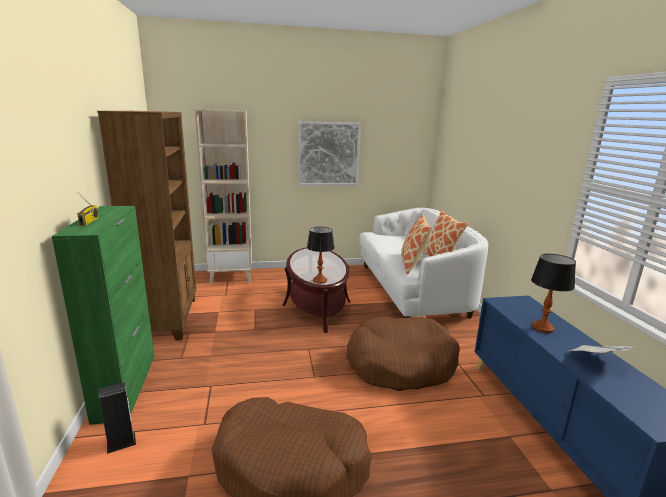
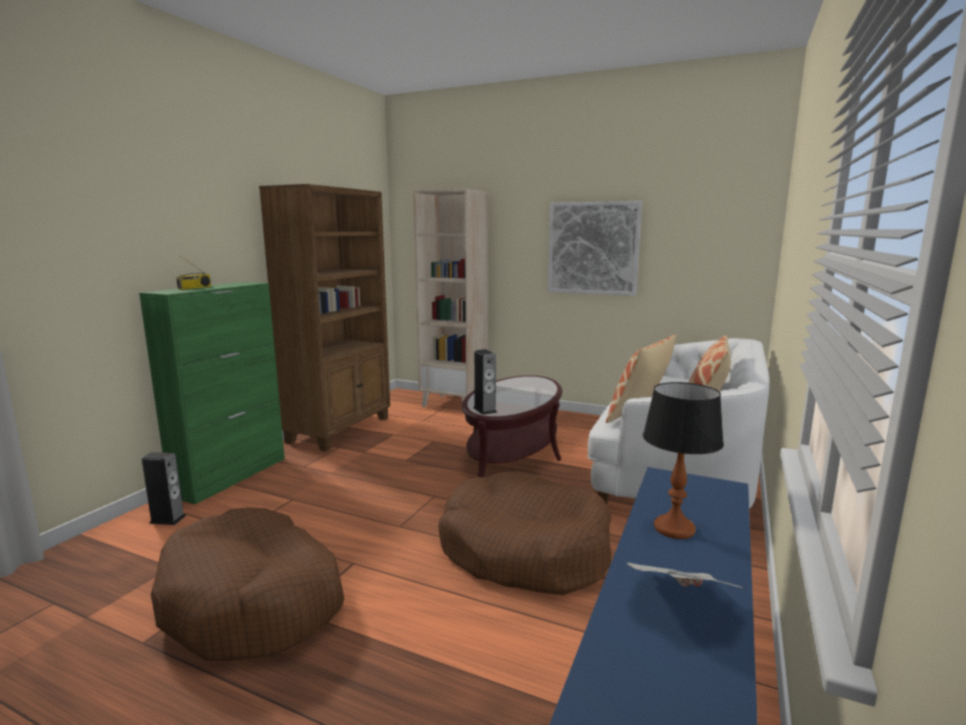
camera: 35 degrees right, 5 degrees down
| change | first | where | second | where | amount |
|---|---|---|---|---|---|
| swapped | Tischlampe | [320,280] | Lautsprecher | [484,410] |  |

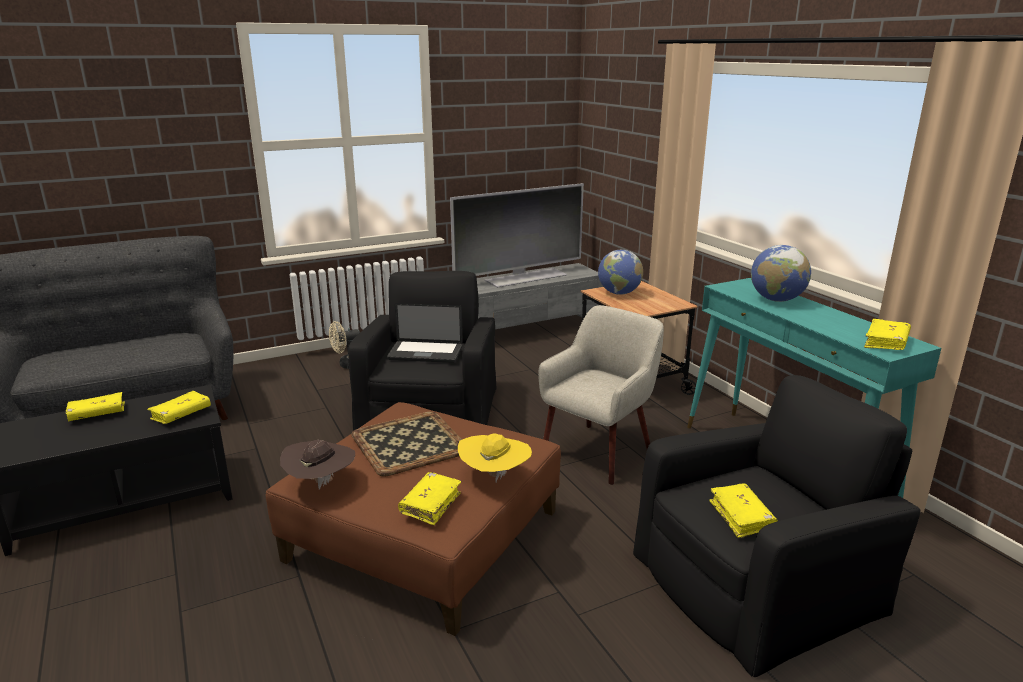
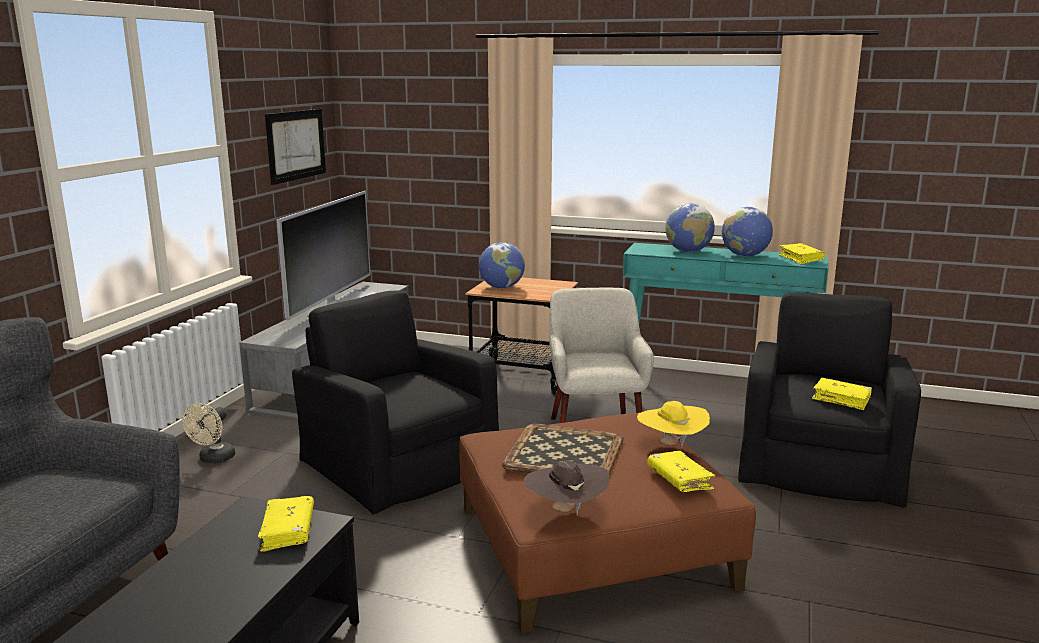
camera: 45 degrees left, 5 degrees down
| change | first | where | second | where | amount |
|---|---|---|---|---|---|
| new |  |  | Bild | [296,145] |  |
| new |  |  | Globus | [745,256] |  |
| gone | Buch/gelb | [97,414] |  |  |  |
| gone | Laptop | [425,353] |  |  |  |

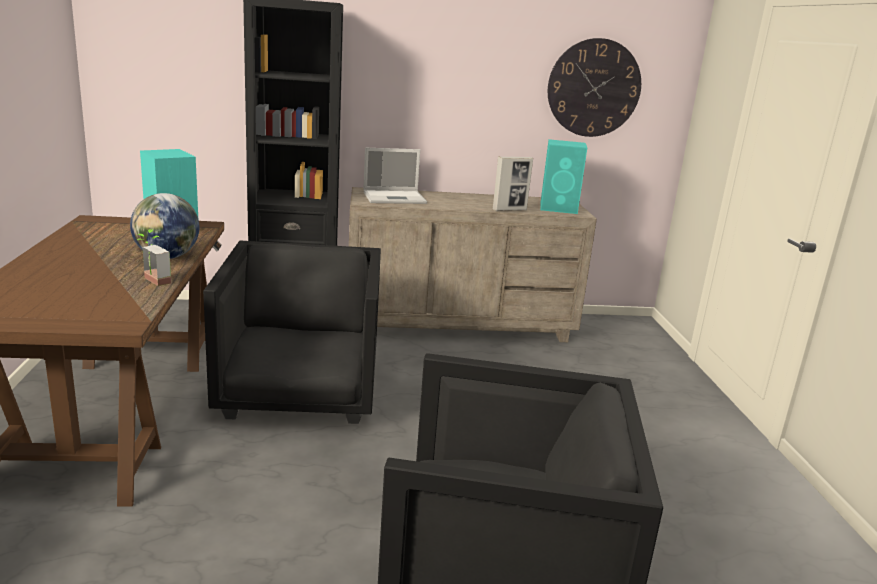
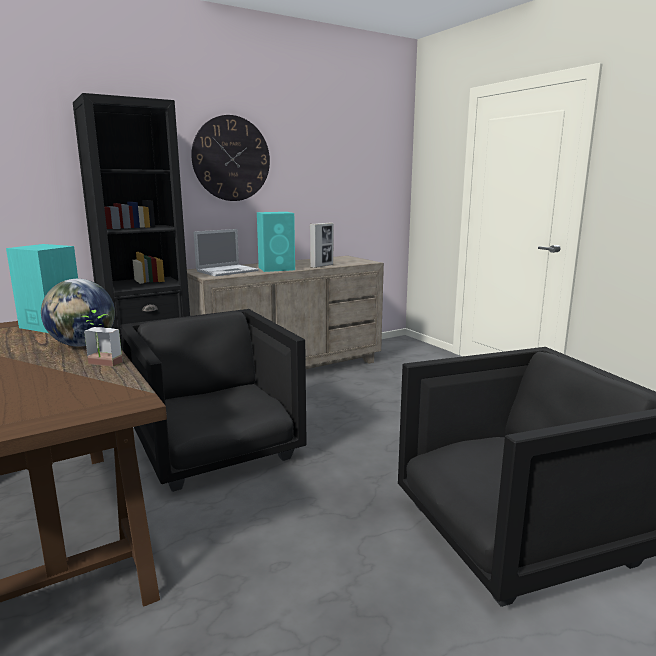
camera: 25 degrees left, 5 degrees down
| change | first | where | second | where | amount |
|---|---|---|---|---|---|
| shifted | Wanduhr | [594,88] |  | [231,158] |  |
| shifted | Lautsprecher/türkis | [559,208] |  | [277,268] |  |

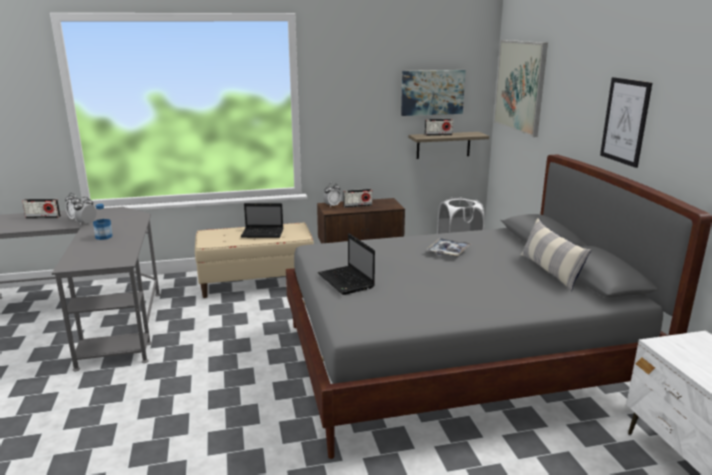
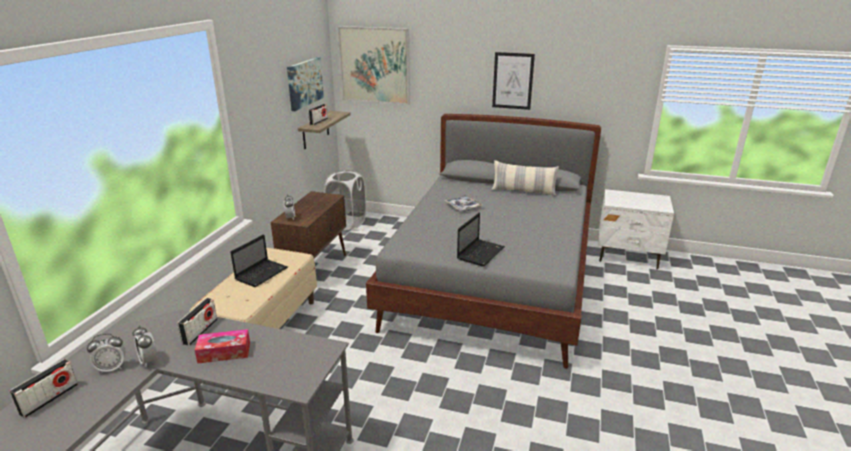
camera: 60 degrees left, 5 degrees up
| change | first | where | second | where | amount |
|---|---|---|---|---|---|
| shifted | Radio | [357,206] |  | [200,331] |  |
| swapped | Flasche | [104,237] | Taschentuchbox | [224,352] |  |
| rotated | Laptop | [346,281] |  | [481,253] | 60 degrees counterclockwise |

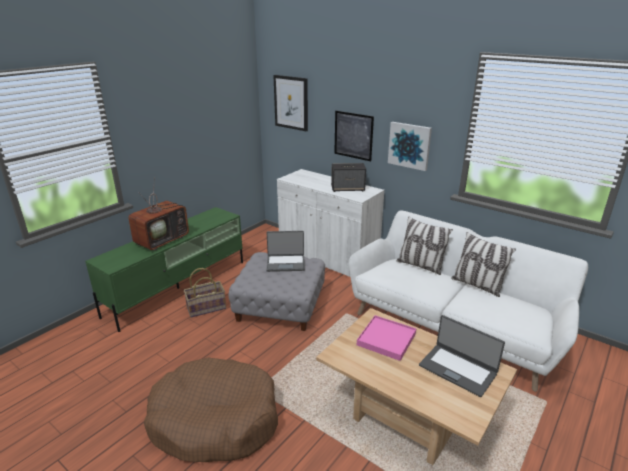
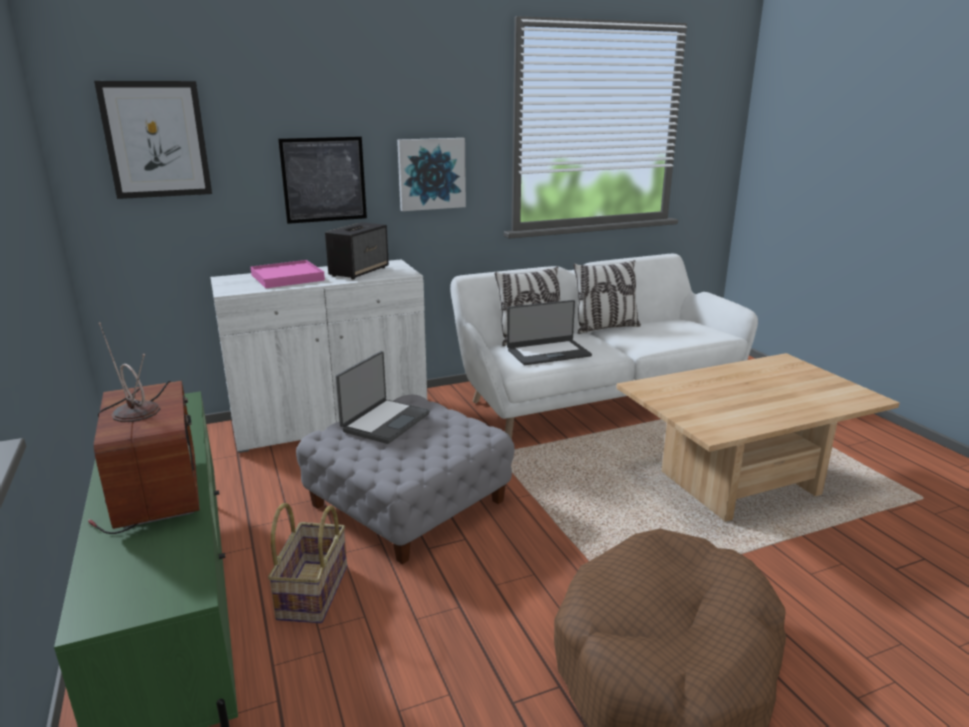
camera: 60 degrees left, 5 degrees down
| change | first | where | second | where | amount |
|---|---|---|---|---|---|
| shifted | Tablett/rosa | [386,339] |  | [287,277] |  |
| shifted | Laptop | [458,369] |  | [548,352] |  |

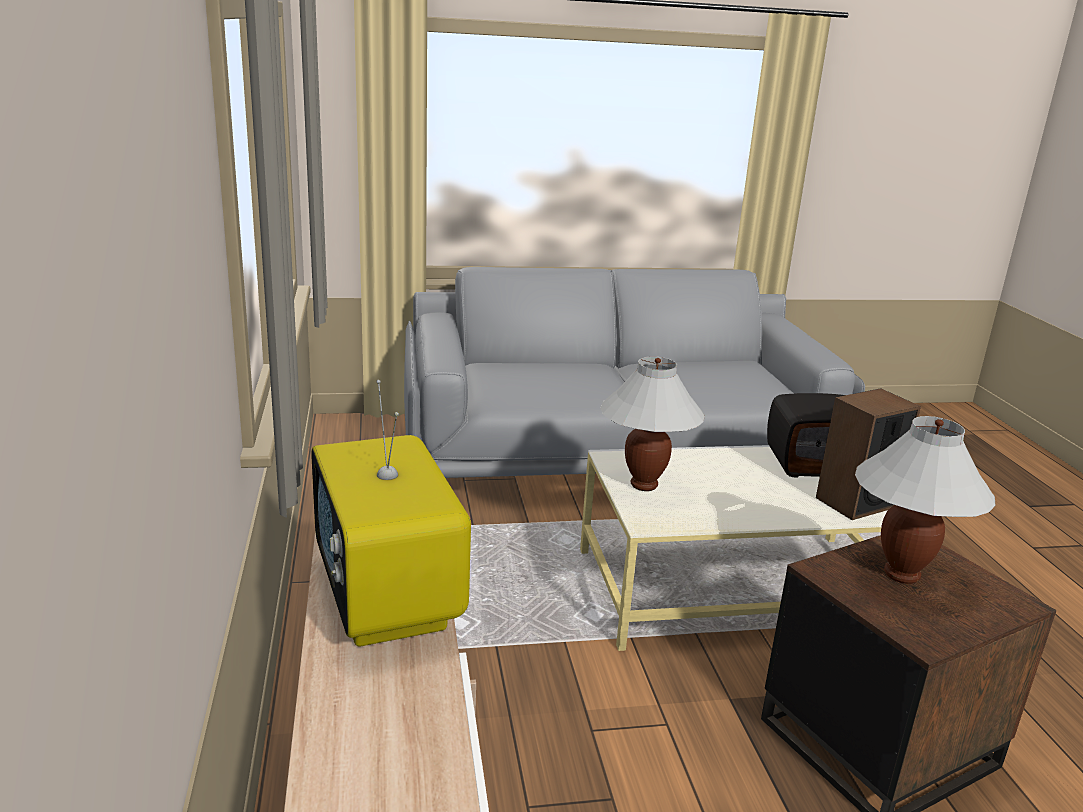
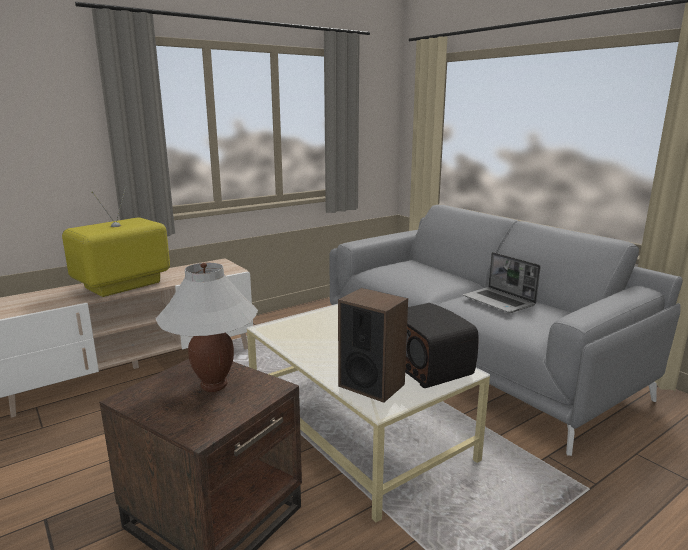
camera: 65 degrees right, 5 degrees down
| change | first | where | second | where | amount |
|---|---|---|---|---|---|
| new |  |  | Laptop | [499,301] |  |
| gone | Tischlampe/weiß | [644,485] |  |  |  |

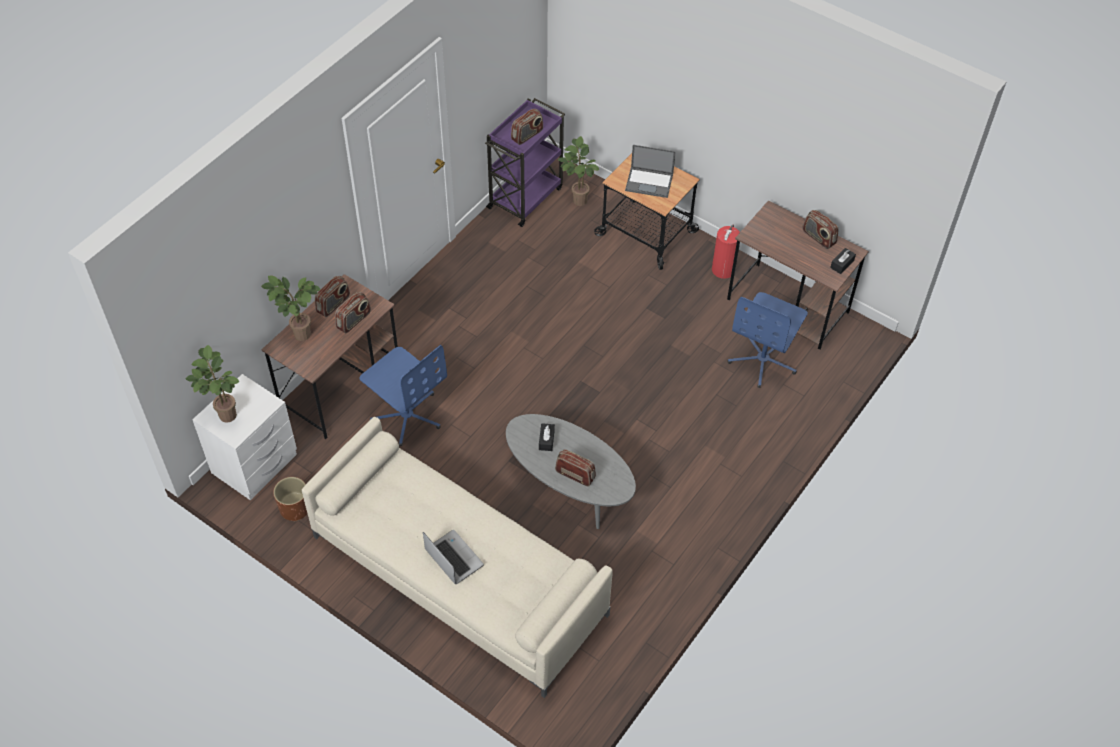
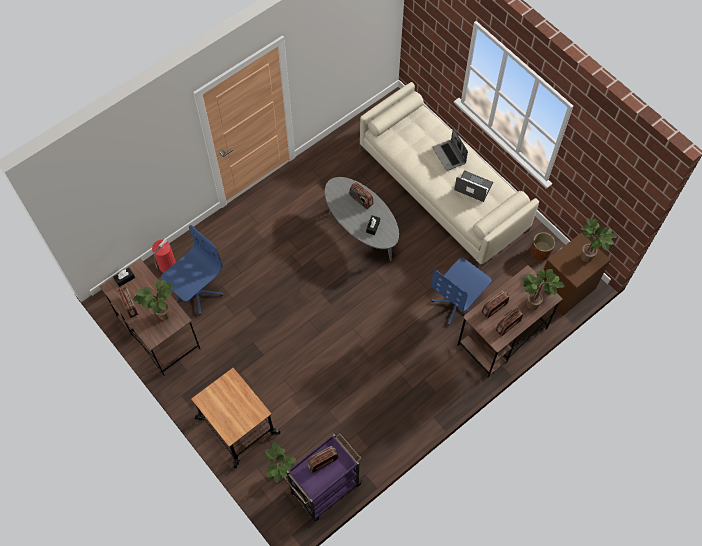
camera: 165 degrees left, 10 degrees up
| change | first | where | second | where | amount |
|---|---|---|---|---|---|
| new |  |  | Topfpflanze | [163,316] |  |
| shifted | Feuerlöscher | [723,268] |  | [167,266] |  |
| rotated | Bürostuhl/blau | [407,415] |  | [458,303] | 105 degrees counterclockwise |
| shifted | Laptop | [650,182] |  | [473,186] |  |
| repainted | Nachttisch/weiß | [255,464] | Nachttisch/braun | [565,288] |  |

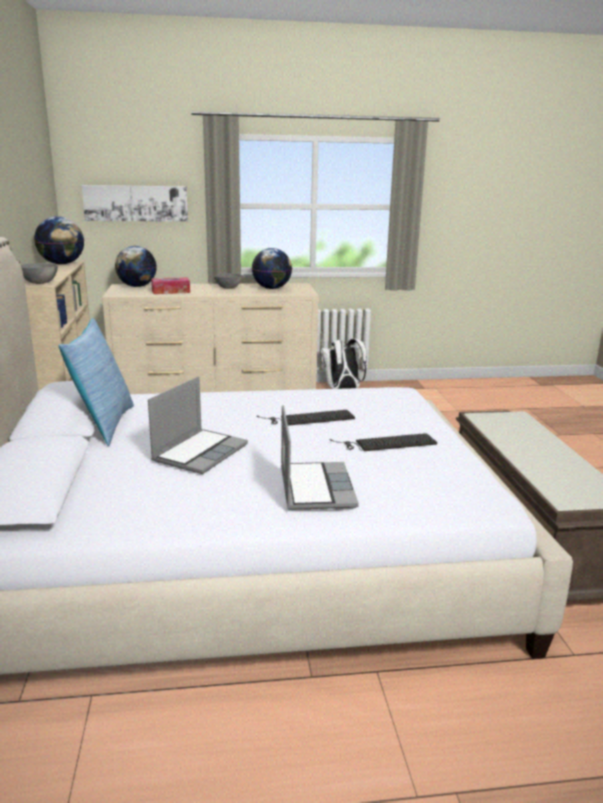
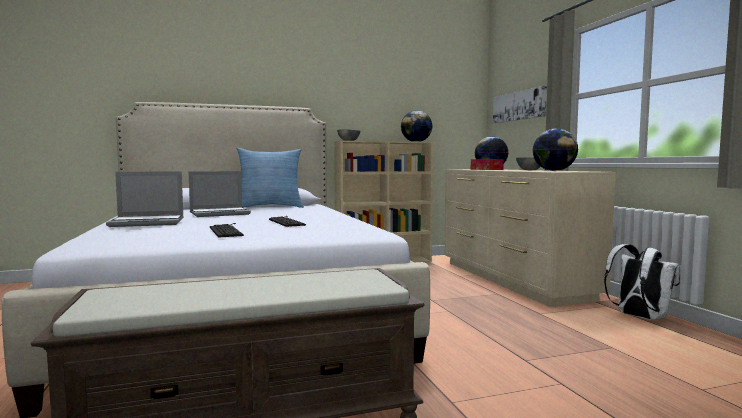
camera: 80 degrees right, 15 degrees down
| change | first | where | second | where | amount |
|---|---|---|---|---|---|
| rotated | Laptop | [200,452] |  | [220,213] | 45 degrees counterclockwise |

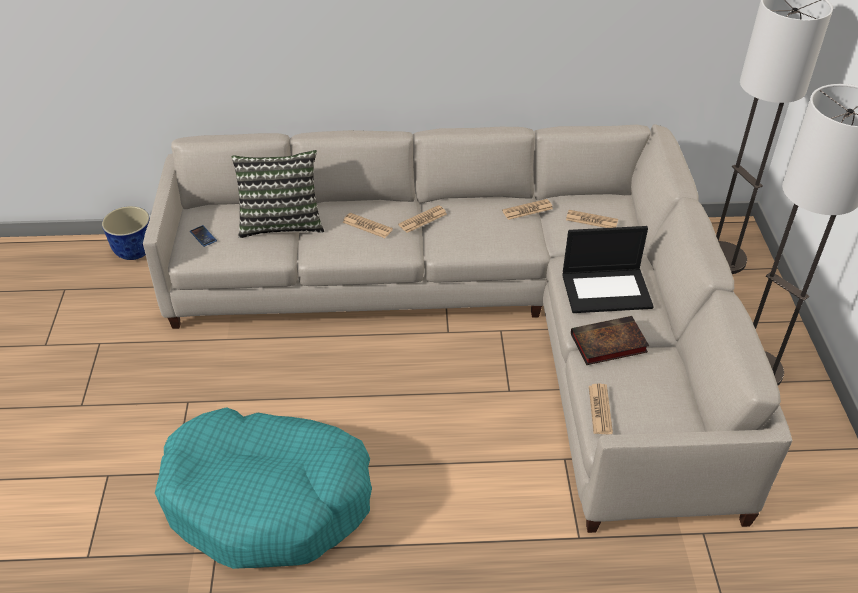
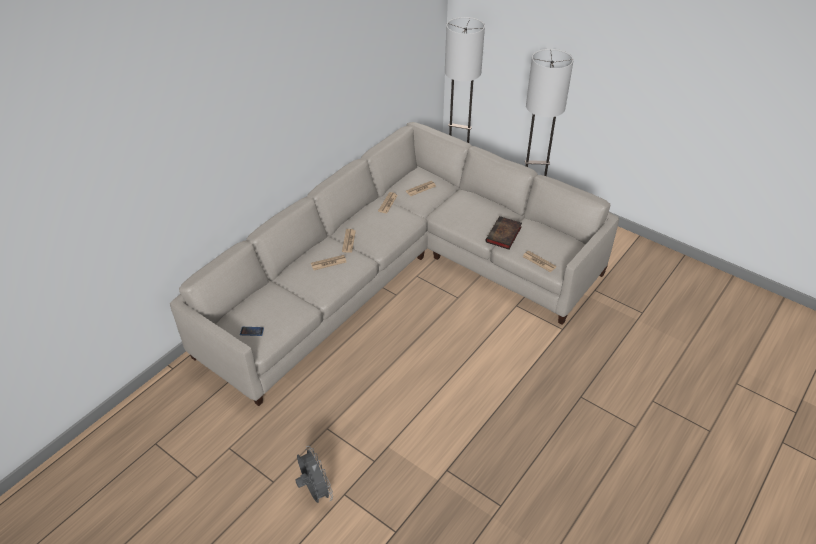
camera: 50 degrees left, 0 degrees up
| change | first | where | second | where | amount |
|---|---|---|---|---|---|
| new |  |  | Ventilator/grau | [314,491] |  |
| gone | Pflanzkübel | [135,251] |  |  |  |
| gone | Hundebett/türkis | [268,499] |  |  |  |
| gone | Kissen | [281,222] |  |  |  |
| gone | Laptop | [607,290] |  |  |  |

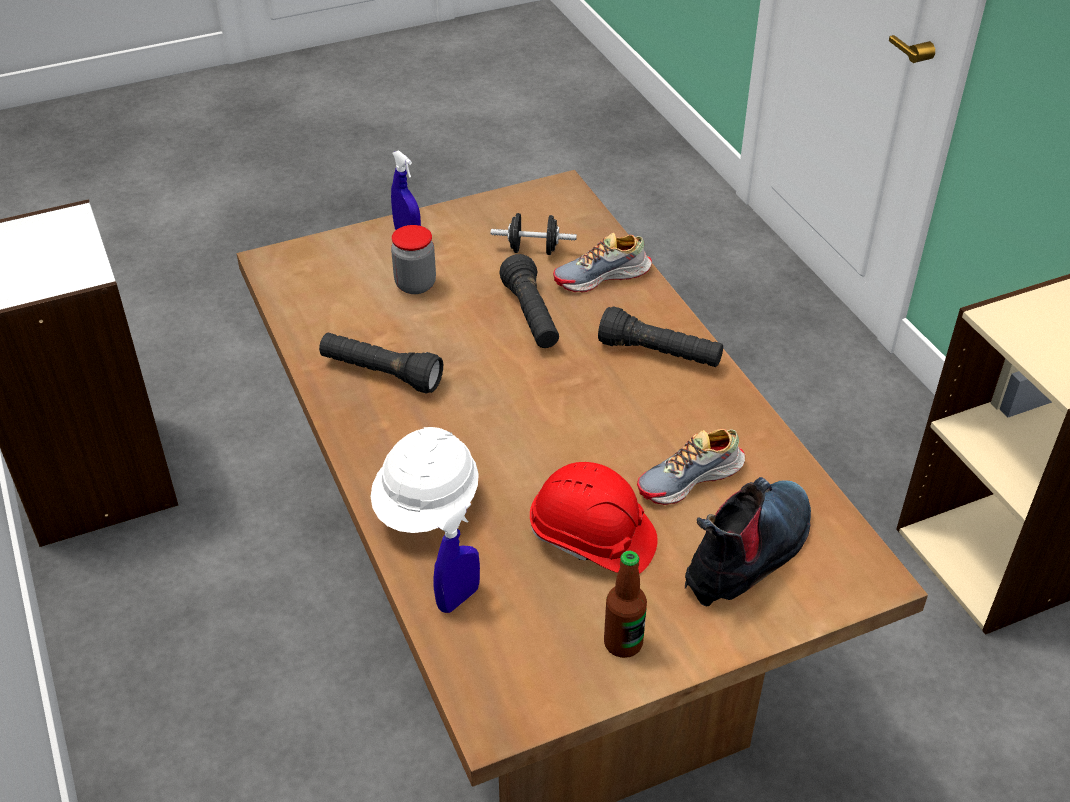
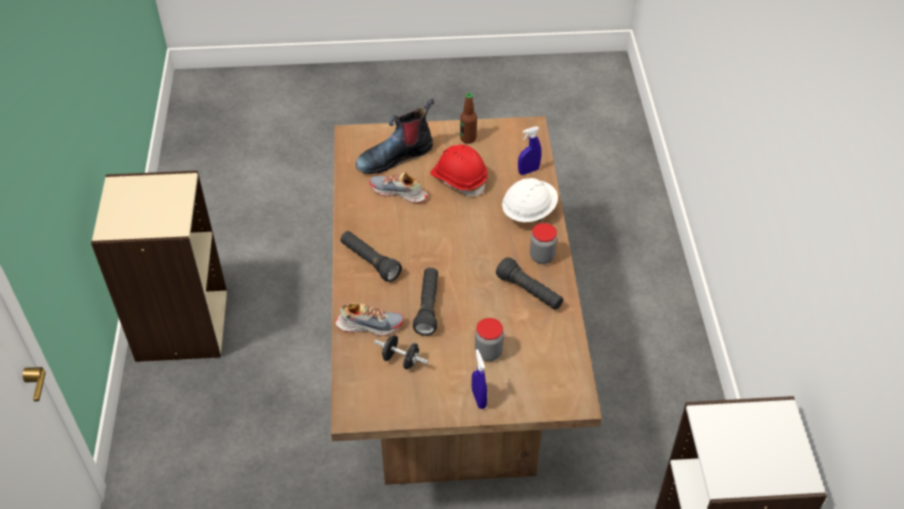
camera: 160 degrees left, 5 degrees up
| change | first | where | second | where | amount |
|---|---|---|---|---|---|
| rotated | Schuh | [691,479] |  | [398,193] | 150 degrees counterclockwise |
| new |  |  | Vorratsglas | [542,257] |  |

